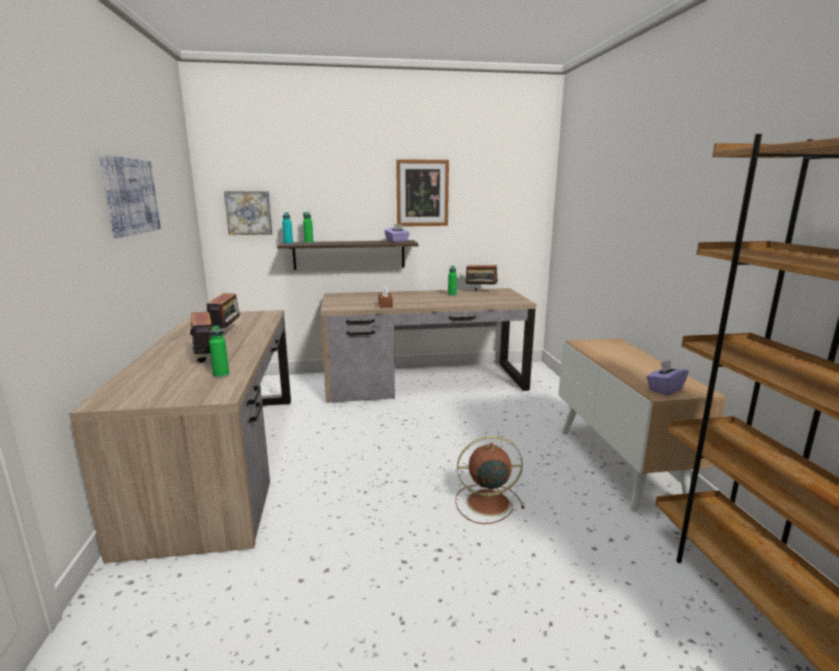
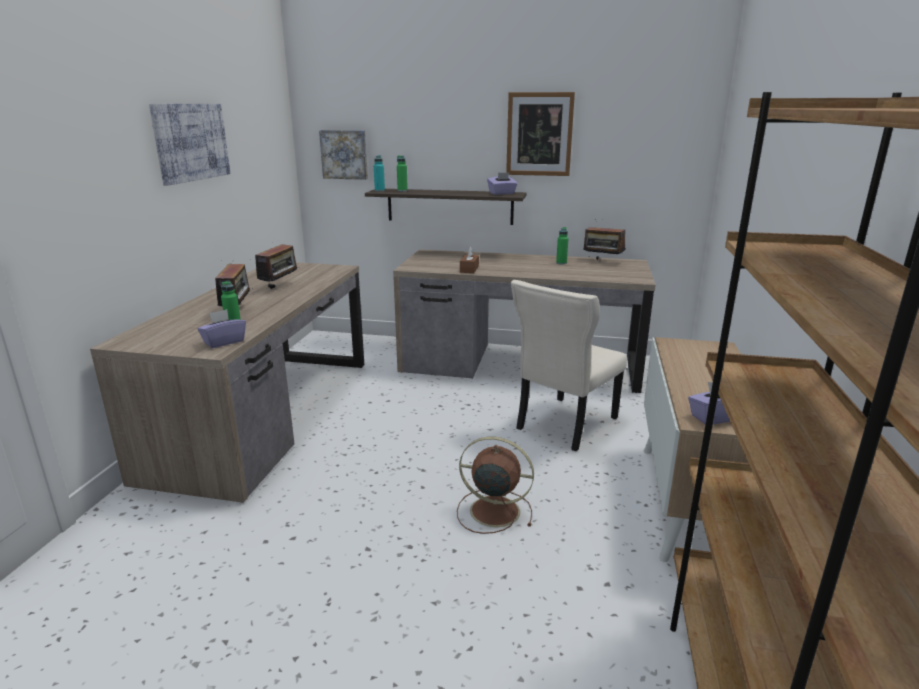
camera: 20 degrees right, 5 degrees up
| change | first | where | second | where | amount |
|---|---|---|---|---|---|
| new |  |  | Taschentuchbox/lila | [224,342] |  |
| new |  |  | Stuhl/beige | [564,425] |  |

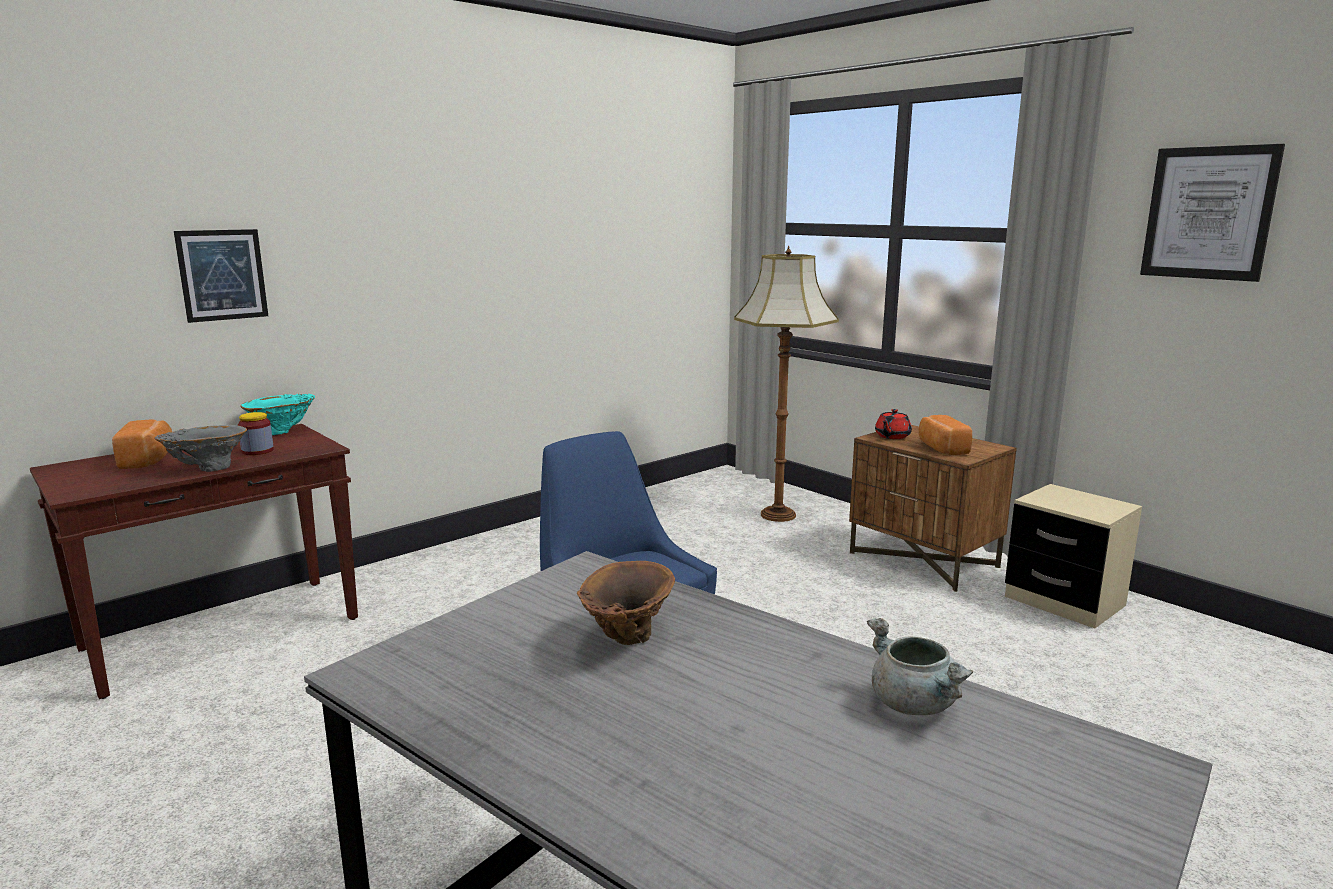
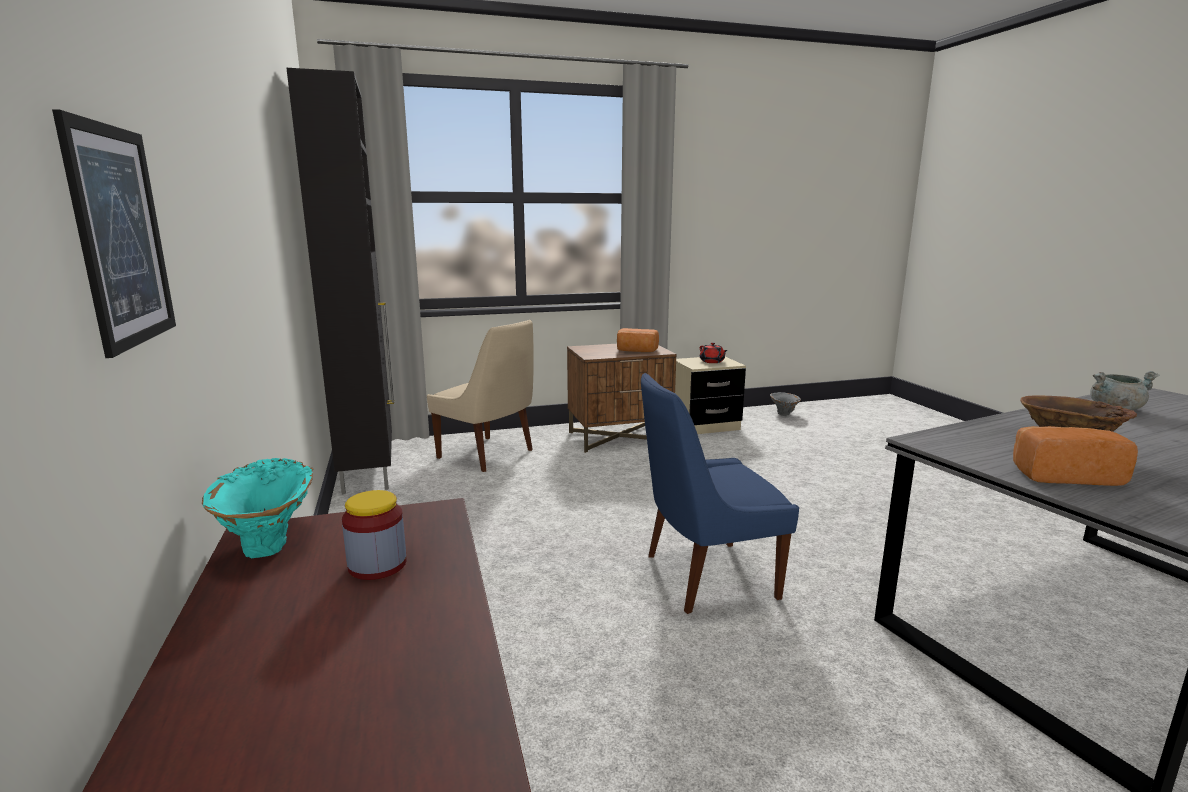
camera: 65 degrees left, 0 degrees up
| change | first | where | second | where | amount |
|---|---|---|---|---|---|
| new |  |  | Schrank/schwarz | [368,471] |  |
| swapped | Stehlampe | [778,515] | Stuhl/beige | [488,455] |  |
| shifted | Teekanne/rot | [892,436] |  | [712,361] |  |
| shifted | Vase/grau | [207,469] |  | [783,415] |  |
| shifted | Brot | [149,460] |  | [1063,475] |  |
| gone | Bild | [1208,213] |  |  |  |

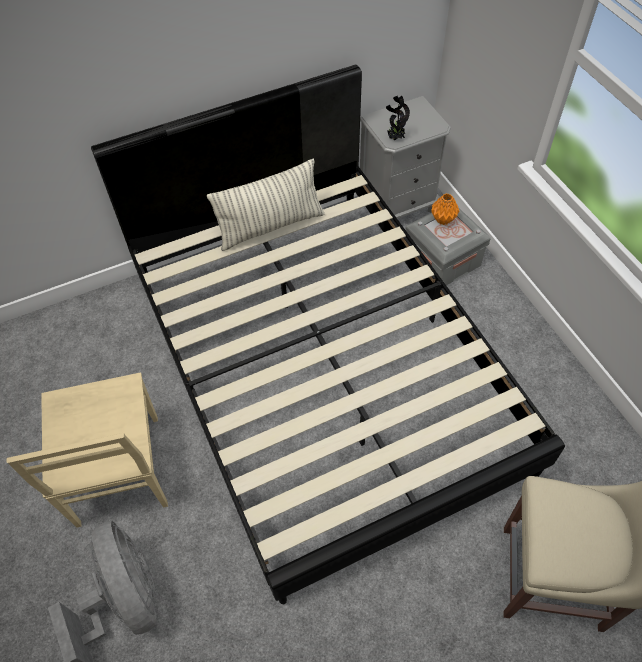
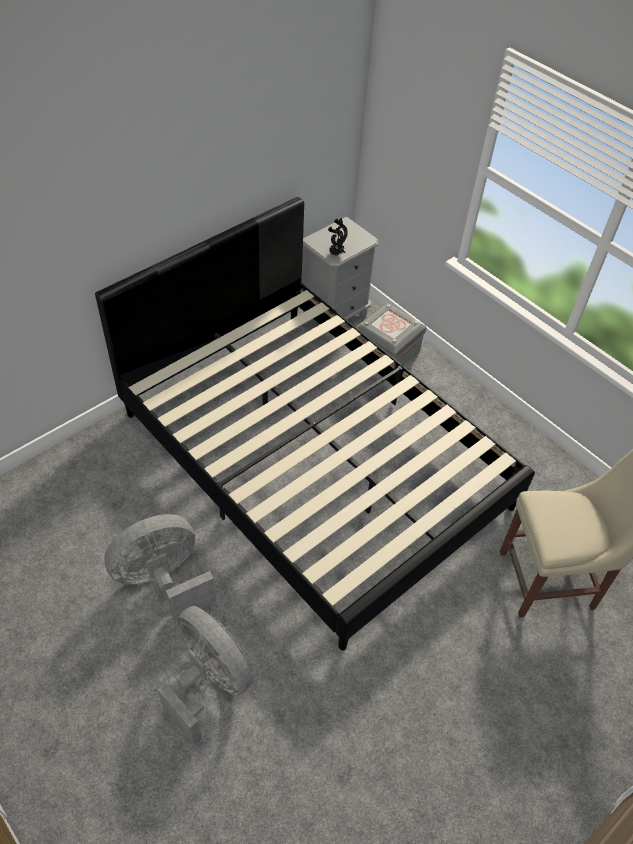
camera: 20 degrees left, 5 degrees down
| change | first | where | second | where | amount |
|---|---|---|---|---|---|
| swapped | Stuhl/beige | [118,473] | Ventilator/grau | [163,580] |  |
| gone | Kissen | [270,226] |  |  |  |
| gone | Vase/orange | [443,220] |  |  |  |

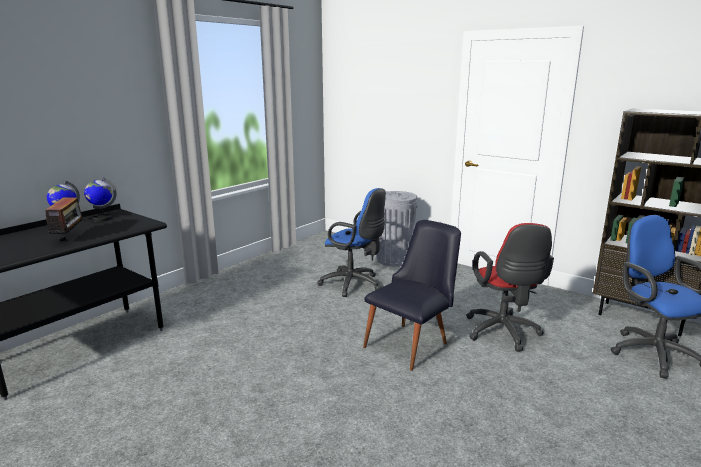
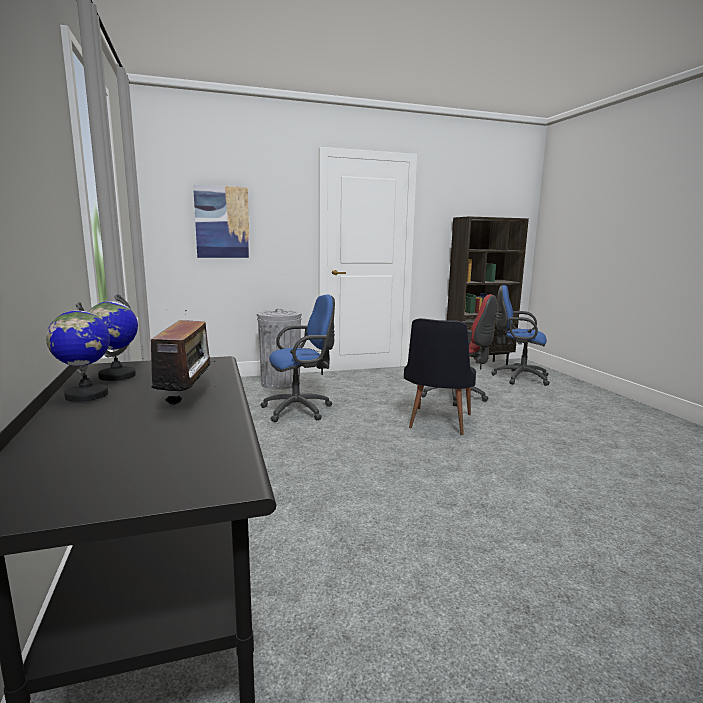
camera: 55 degrees left, 5 degrees down
| change | first | where | second | where | amount |
|---|---|---|---|---|---|
| rotated | Radio | [69,238] |  | [187,399] | 60 degrees clockwise |
| new |  |  | Bild | [222,222] |  |
| rotated | Stuhl/schwarz | [412,343] |  | [437,423] | 150 degrees counterclockwise |

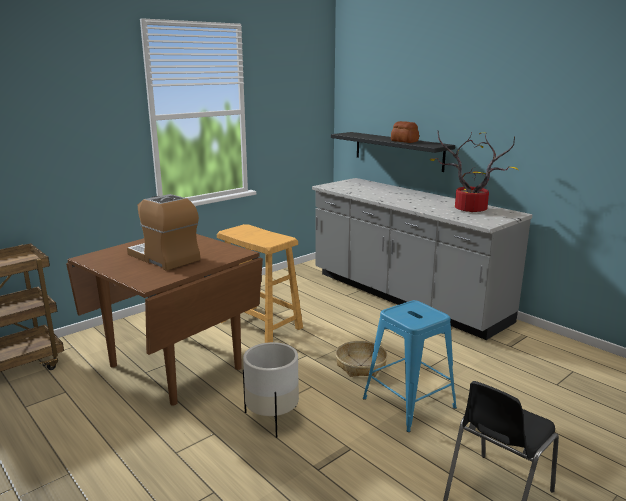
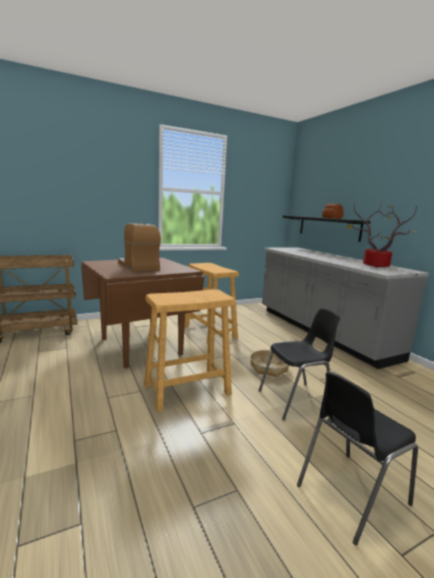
camera: 15 degrees right, 5 degrees down
| change | first | where | second | where | amount |
|---|---|---|---|---|---|
| swapped | Pflanzkübel/weiß | [272,418] | Hocker/beige | [186,389] |  |
| swapped | Hocker/blau | [408,403] | Stuhl/schwarz | [296,400] |  |

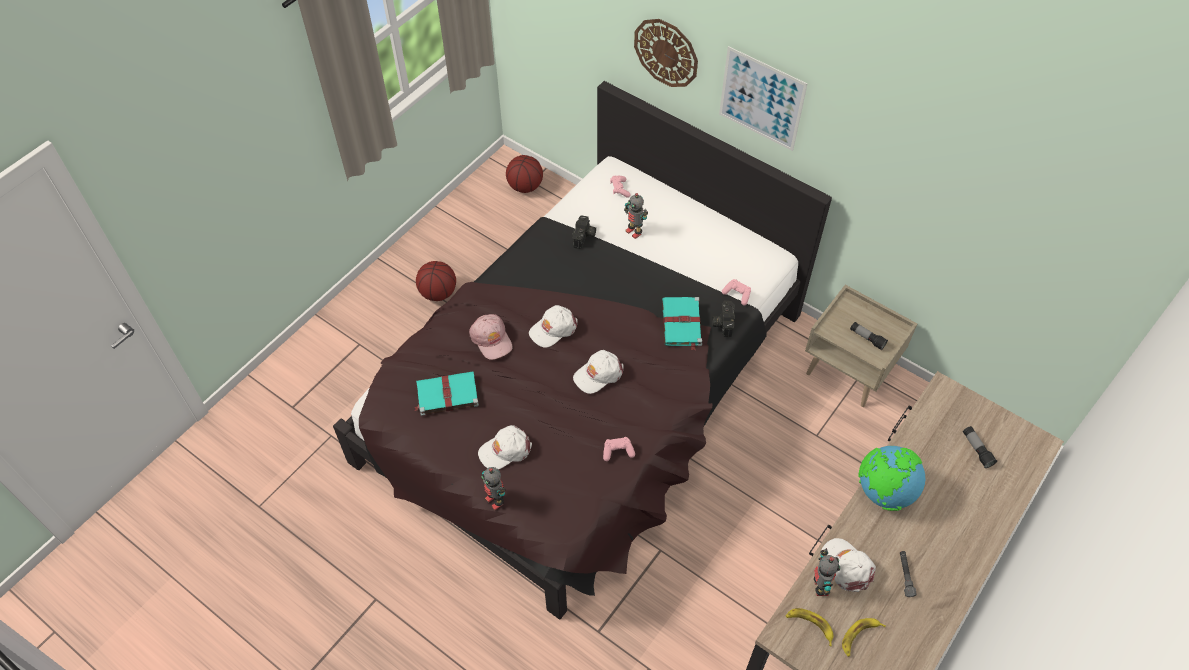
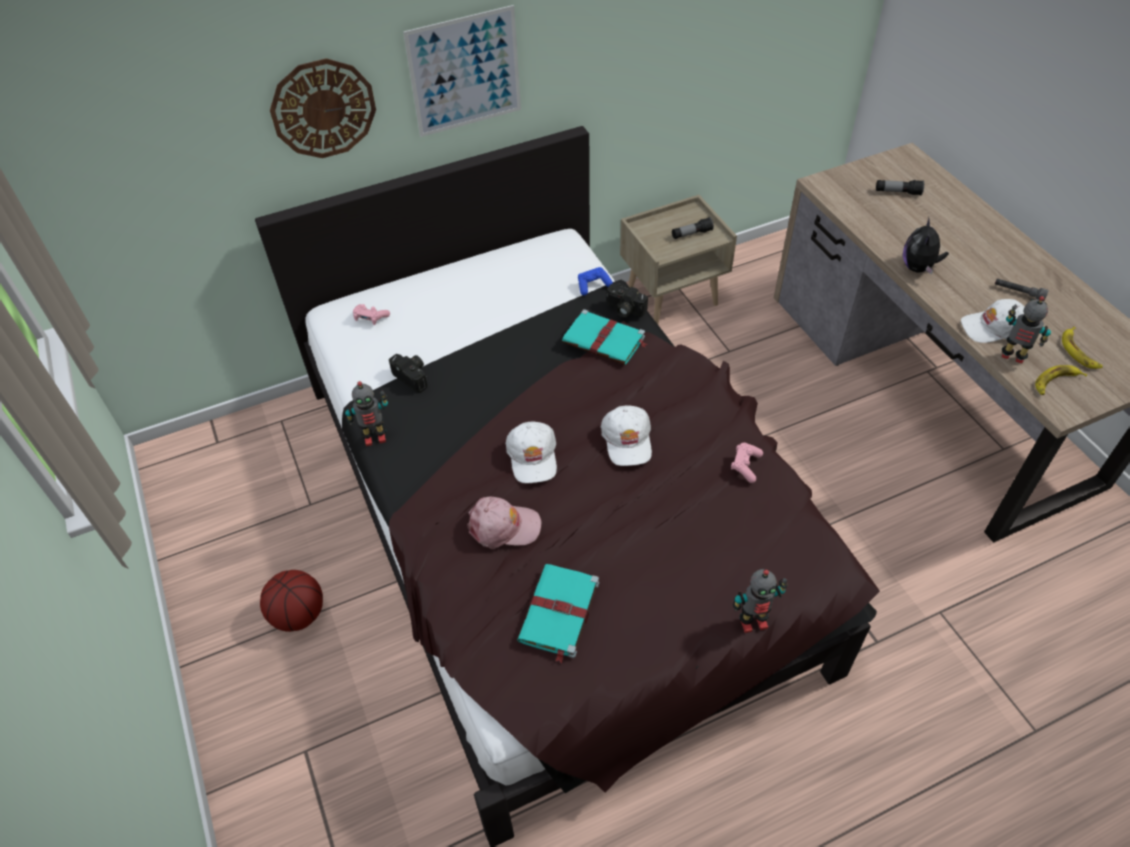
camera: 60 degrees left, 5 degrees down
| change | first | where | second | where | amount |
|---|---|---|---|---|---|
| shifted | Spielzeugroboter | [634,232] |  | [375,437] |  |
| repainted | Gamepad/rosa | [737,294] | Gamepad/blau | [593,285] |  |
| swapped | Globus | [884,492] | Plüschtier | [918,268] |  |
| gone | Kappe/weiß | [505,450] |  |  |  |
| gone | Basketball | [525,186] |  |  |  |

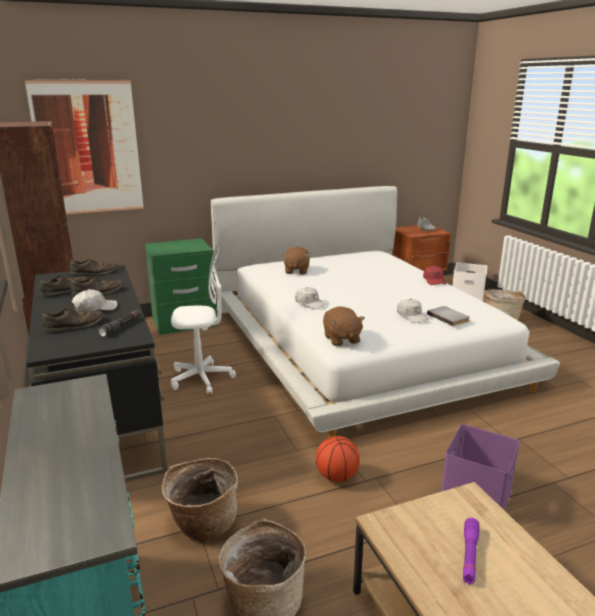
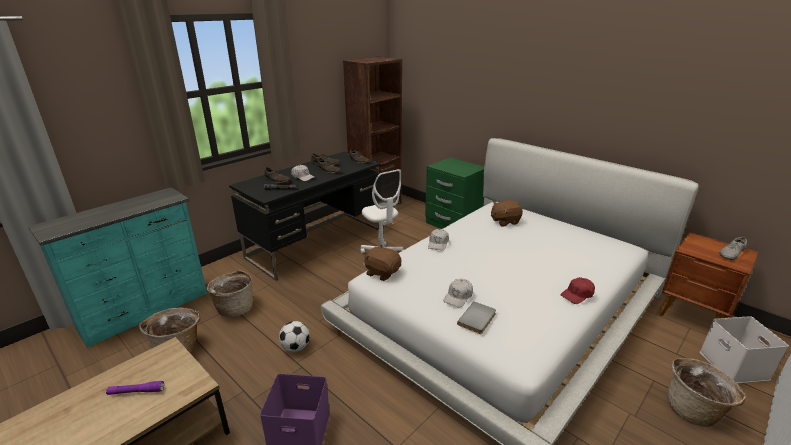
camera: 65 degrees right, 5 degrees up
| change | first | where | second | where | amount |
|---|---|---|---|---|---|
| swapped | Basketball | [337,477] | Fußball | [296,347] |  |
| rotated | Plüschtier/braun | [341,339] |  | [382,273] | 75 degrees clockwise |
| gone | Bild | [88,148] |  |  |  |

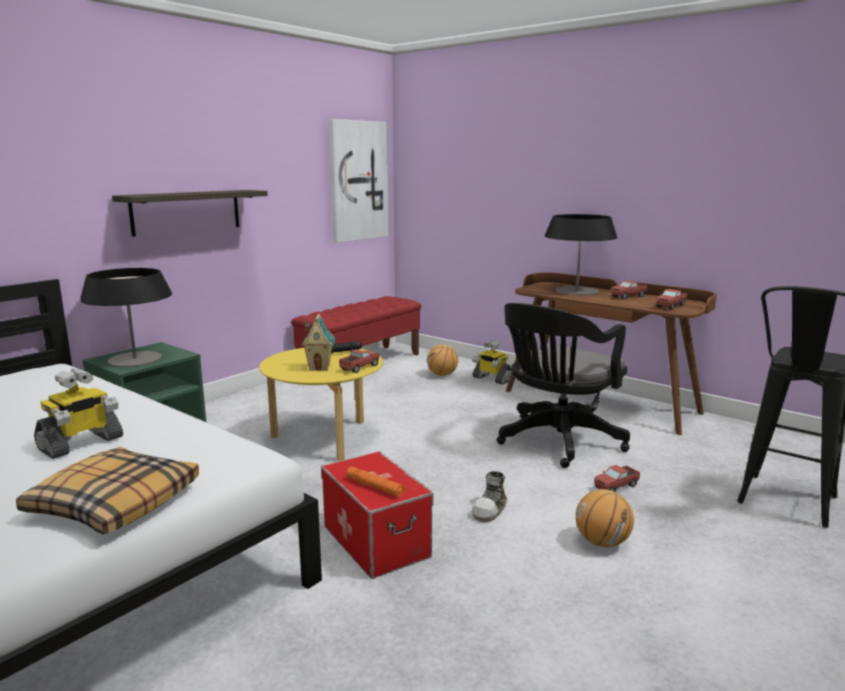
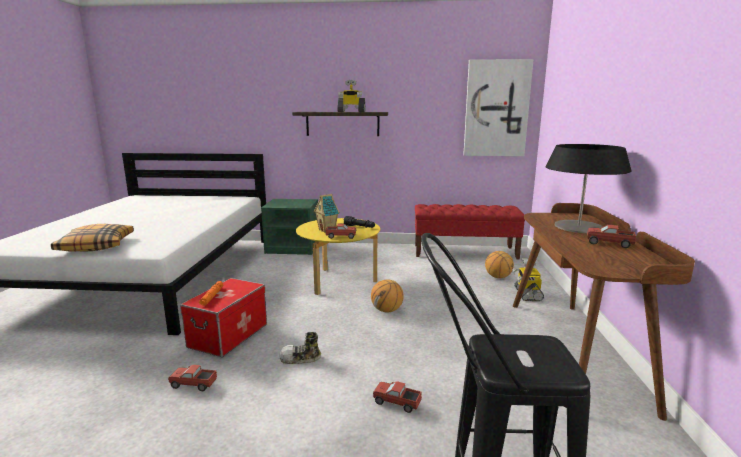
camera: 55 degrees right, 0 degrees up
| change | first | where | second | where | amount |
|---|---|---|---|---|---|
| shifted | Spielzeuglaster | [670,306] |  | [193,384] |  |
| shifted | Spielzeugroboter | [81,444] |  | [351,111] |  |
| shifted | Basketball | [602,542] |  | [387,310] |  |
| gone | Tischlampe | [134,359] |  |  |  |
| gone | Bürostuhl/schwarz | [557,442] |  |  |  |

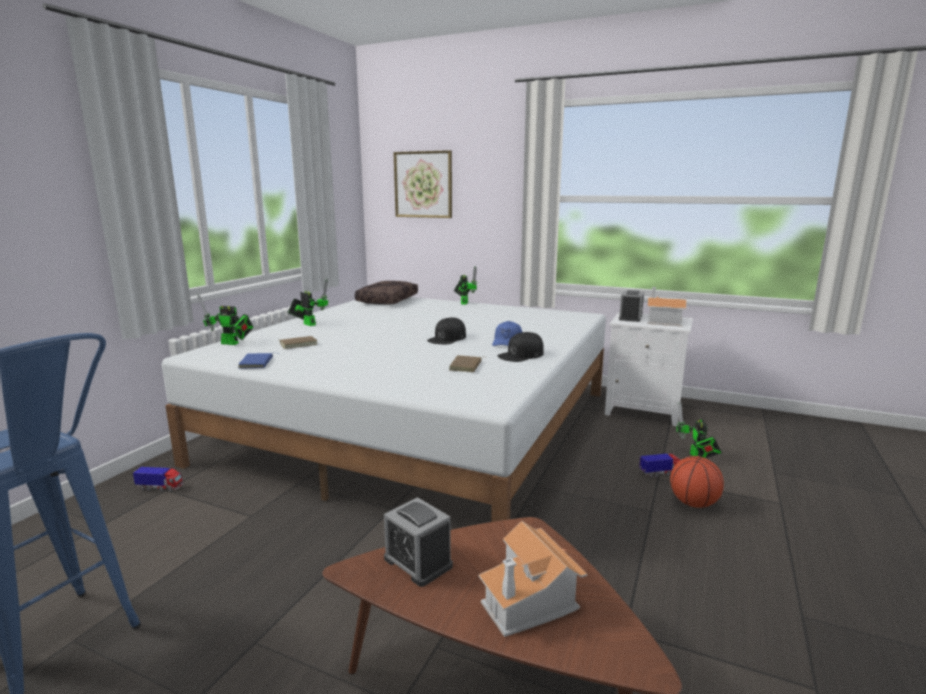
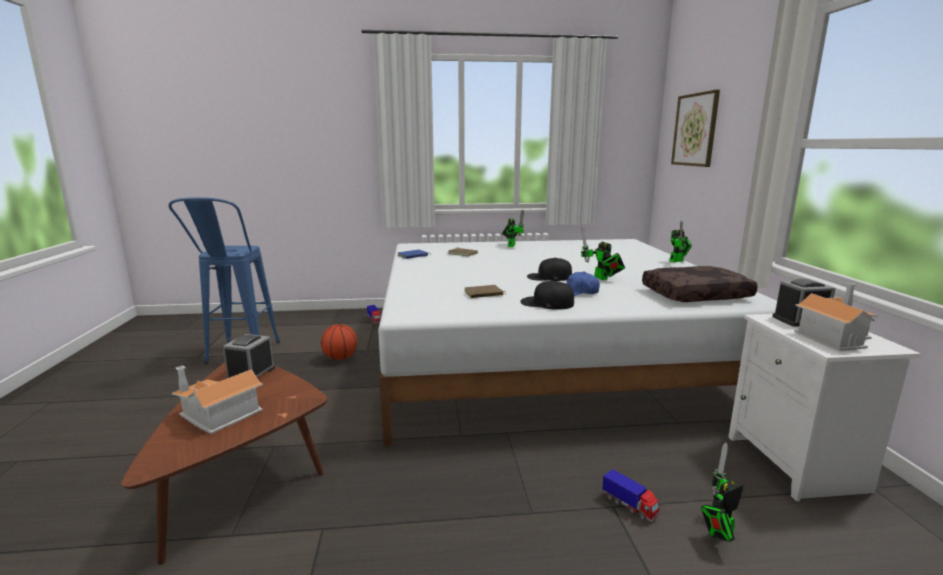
camera: 60 degrees right, 0 degrees up
| change | first | where | second | where | amount |
|---|---|---|---|---|---|
| shifted | Basketball | [693,503] |  | [340,358] |  |
| shifted | Spielzeugroboter | [232,343] |  | [602,278] |  |
| shifted | Kissen/braun | [387,300] |  | [695,294] |  |

